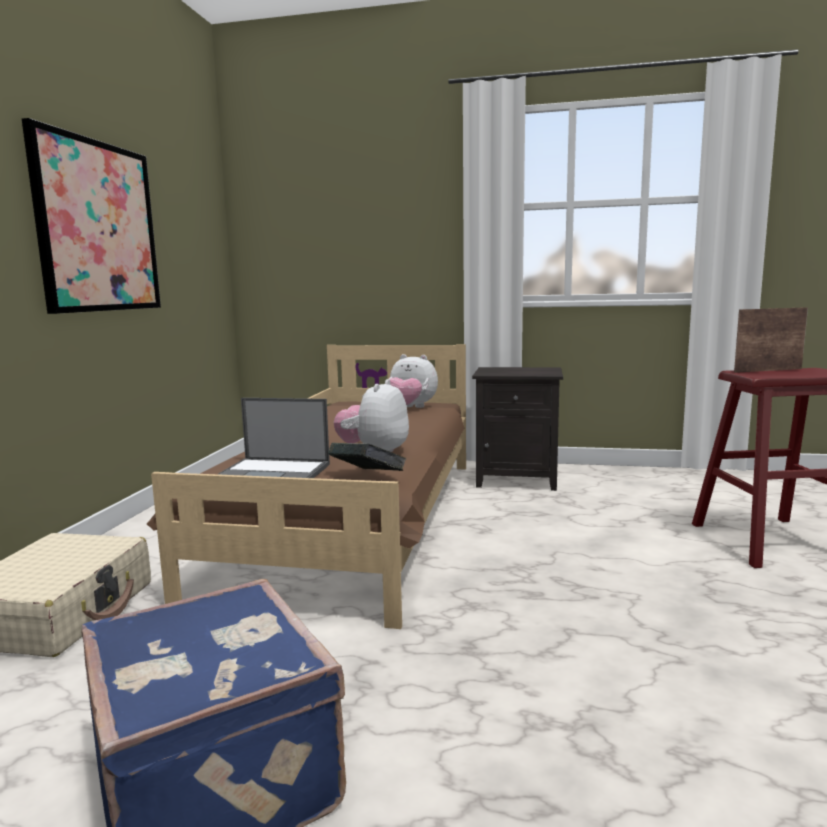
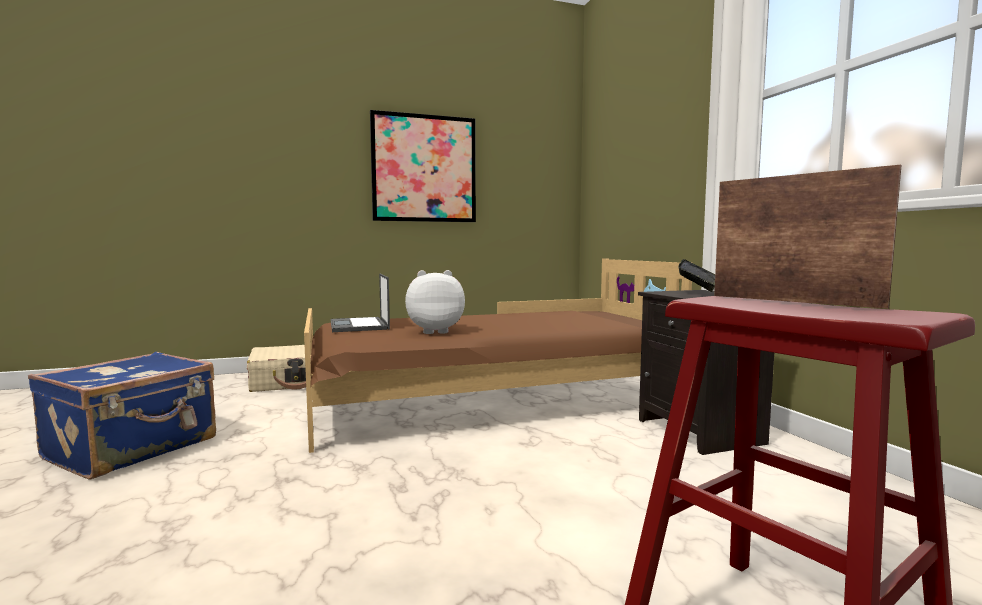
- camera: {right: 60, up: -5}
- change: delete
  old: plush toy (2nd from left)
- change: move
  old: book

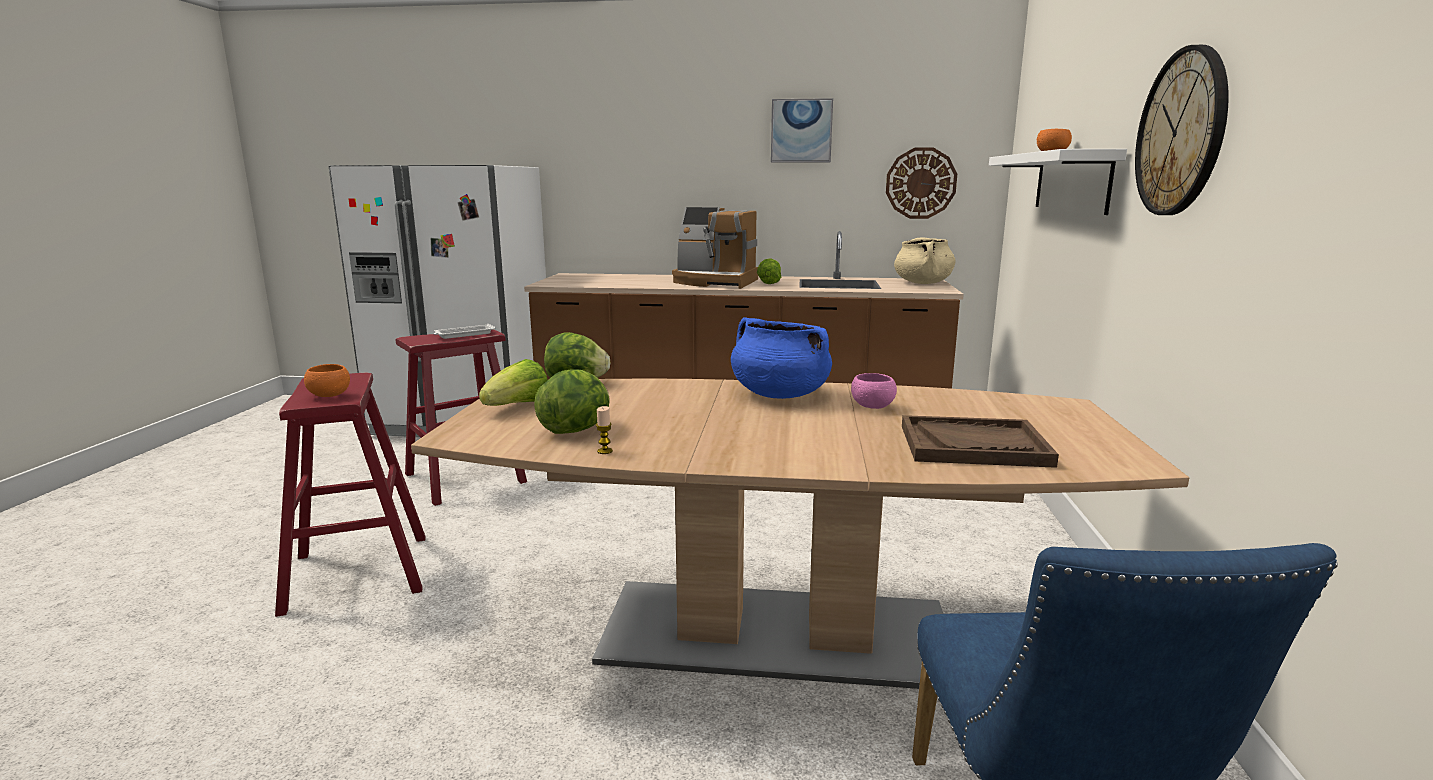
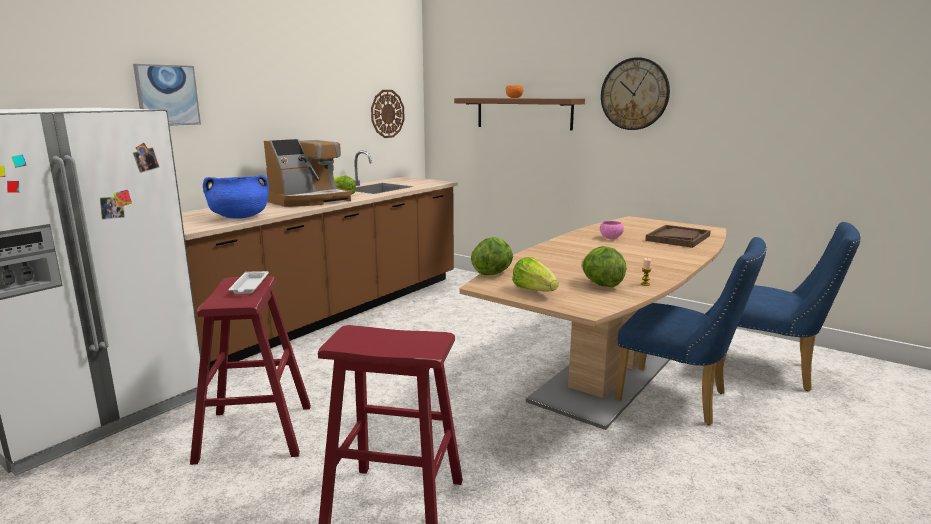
- camera: {right: -60, up: 0}
- change: delete
  old: orange bowl (1st from left)
- change: delete
  old: beige cooking pot
- change: insert
  new: blue chair (1st from left)
- change: move
  old: blue cooking pot
- change: move
  old: picture
- change: recolor
  old: white shelf
  new: brown shelf

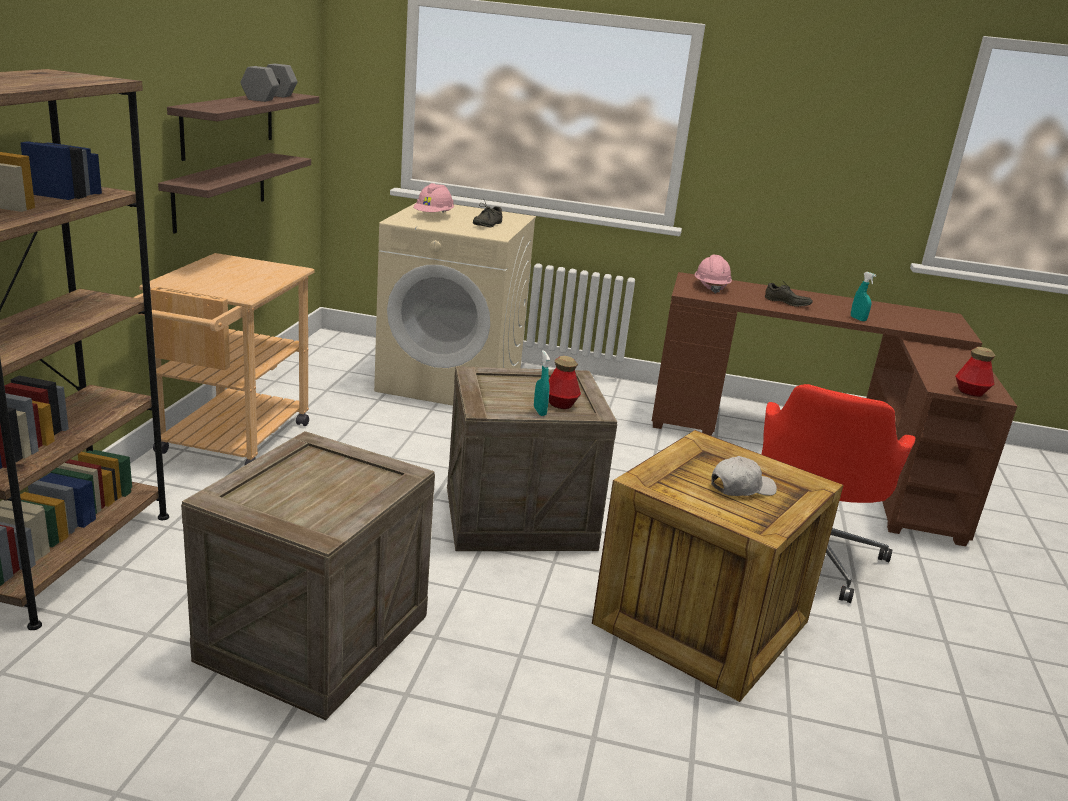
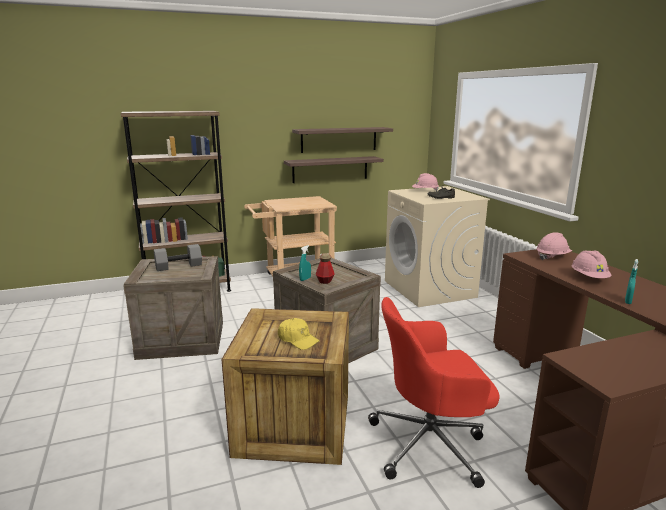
- camera: {right: 60, up: -5}
- change: delete
  old: bottle (2nd from left)
- change: move
  old: grey dumbbell
- change: replace
  old: grey shoe (2nd from left)
  new: pink hard hat (3rd from left)
- change: recolor
  old: white cap
  new: yellow cap

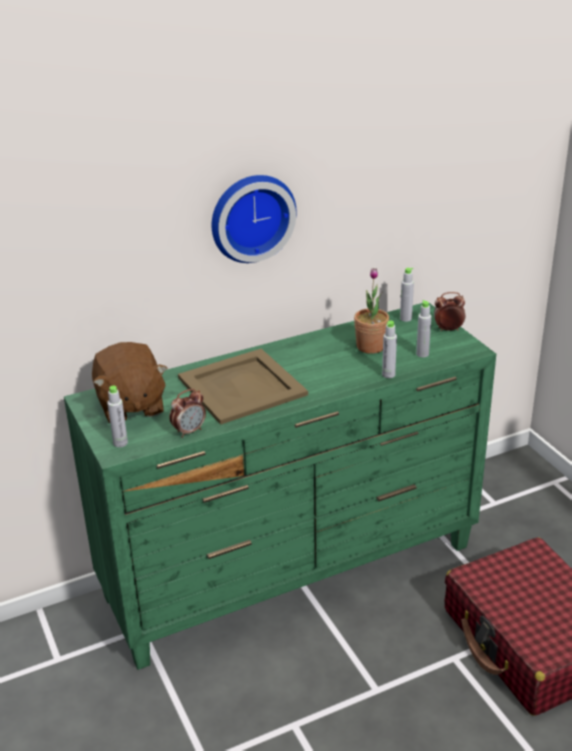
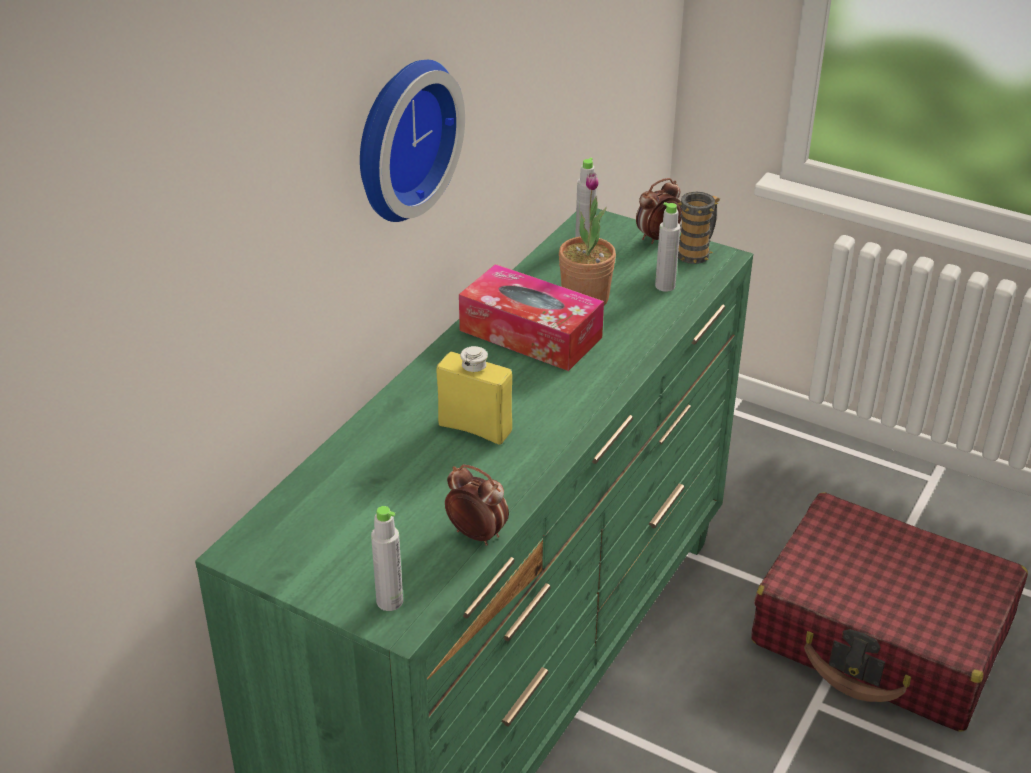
- camera: {right: -35, up: 5}
- change: delete
  old: brown plush toy
- change: delete
  old: grey bottle (2nd from left)
- change: insert
  new: tissue box
- change: insert
  new: mug
- change: replace
  old: beige tray
  new: yellow bottle
- change: rotate
  old: alarm clock (1st from left)
  degrees: -75

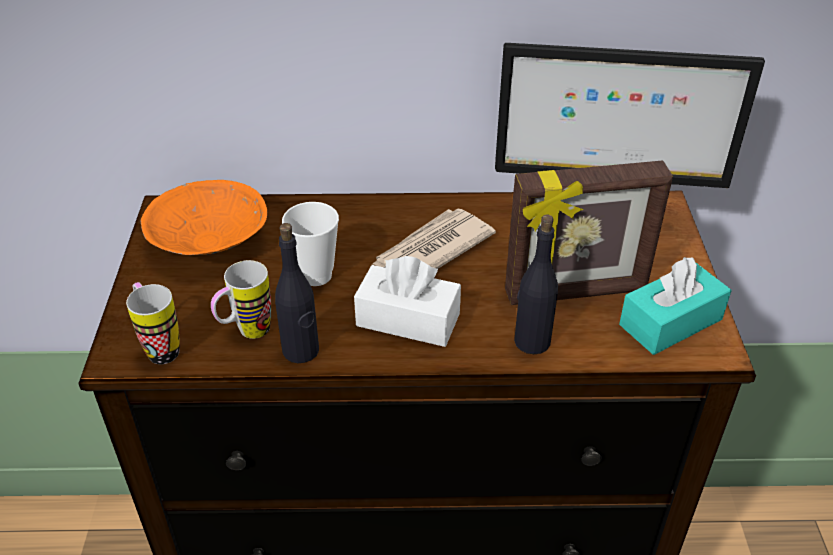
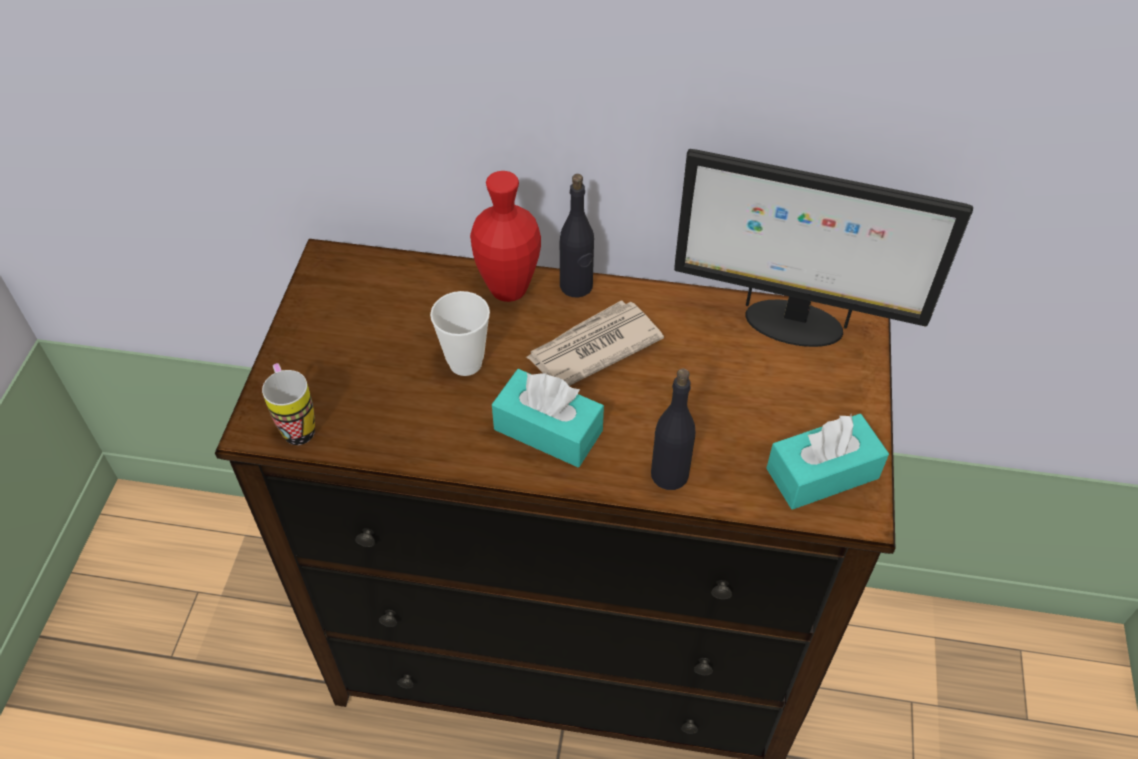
- camera: {right: 10, up: 10}
- change: delete
  old: orange bowl
- change: delete
  old: mug (2nd from left)
- change: delete
  old: picture frame
- change: insert
  new: red vase
- change: move
  old: black bottle (1st from left)
- change: recolor
  old: white tissue box
  new: turquoise tissue box (1st from left)

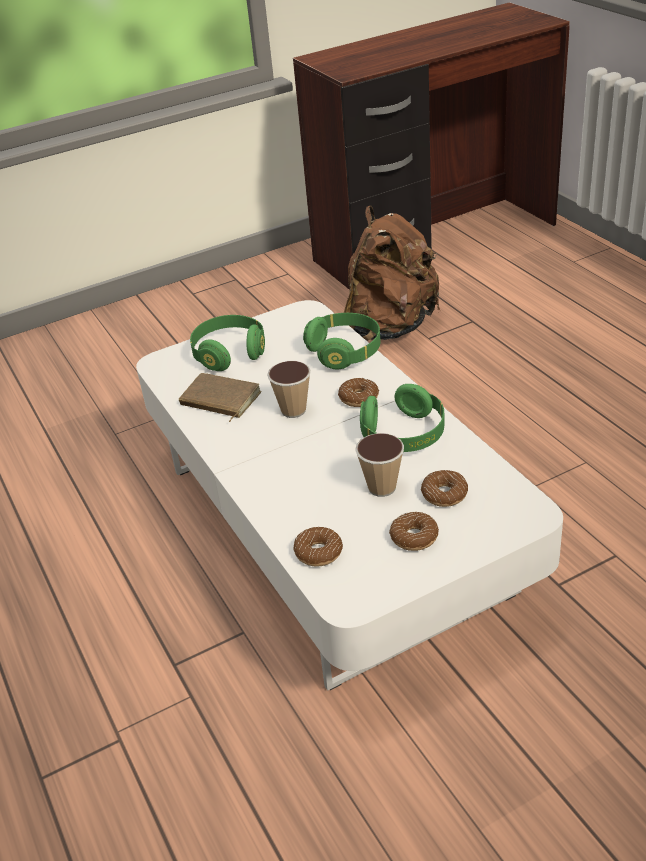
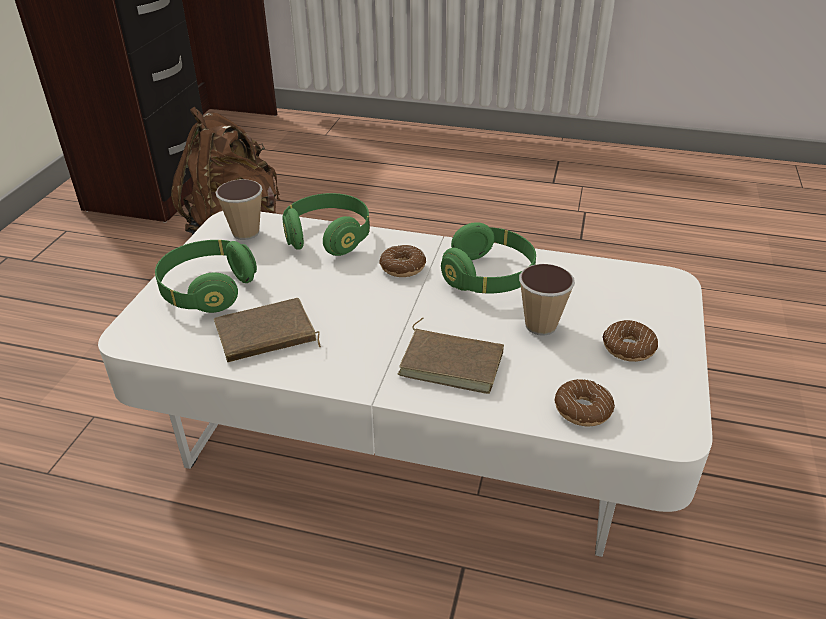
- camera: {right: -50, up: 0}
- change: delete
  old: donut (4th from left)
- change: insert
  new: brown book (2nd from left)
- change: move
  old: cup (1st from left)

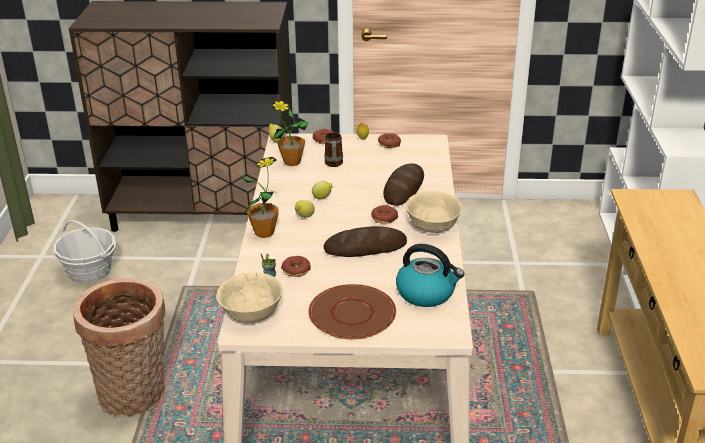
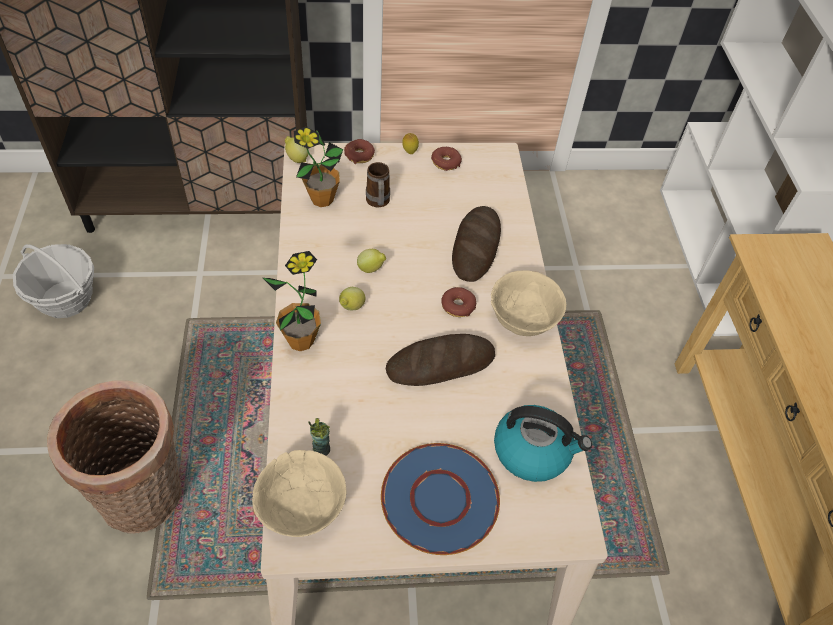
- camera: {right: -10, up: 20}
- change: delete
  old: donut (1st from left)
- change: recolor
  old: brown plate
  new: blue plate

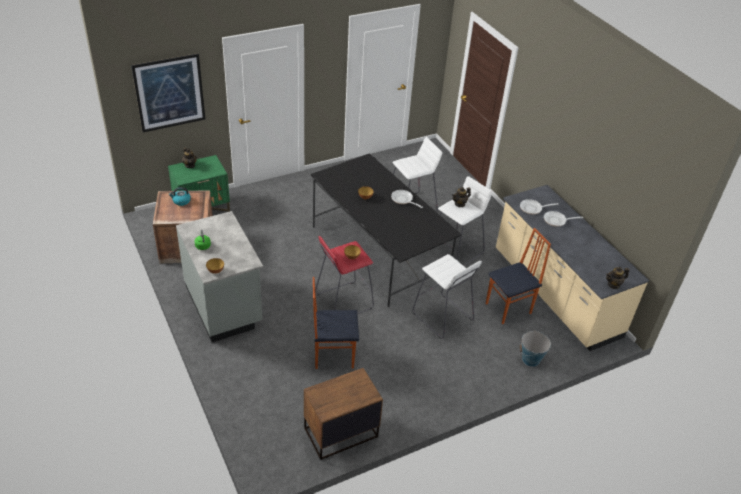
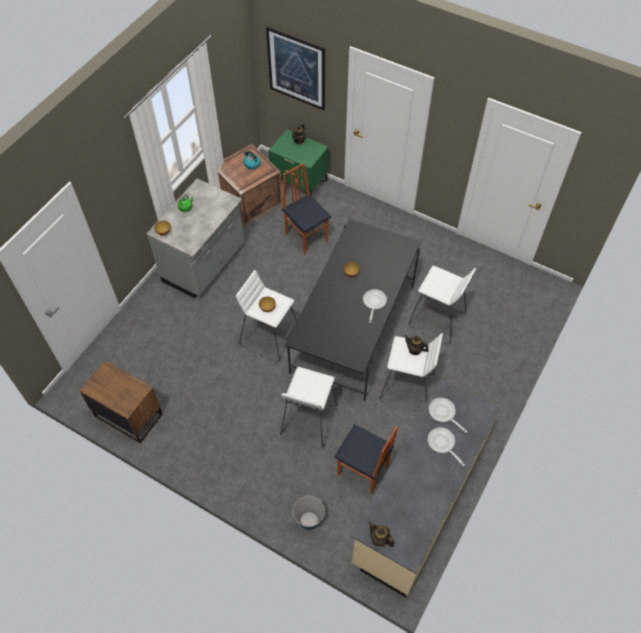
- camera: {right: 60, up: 15}
- change: move
  old: chair (1st from left)
- change: recolor
  old: red stool
  new: white stool (1st from left)

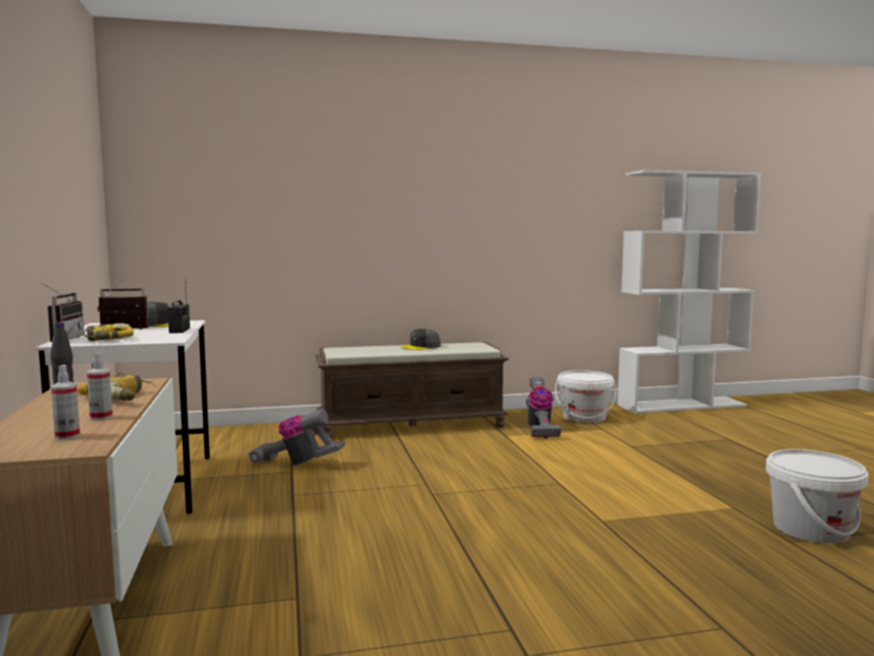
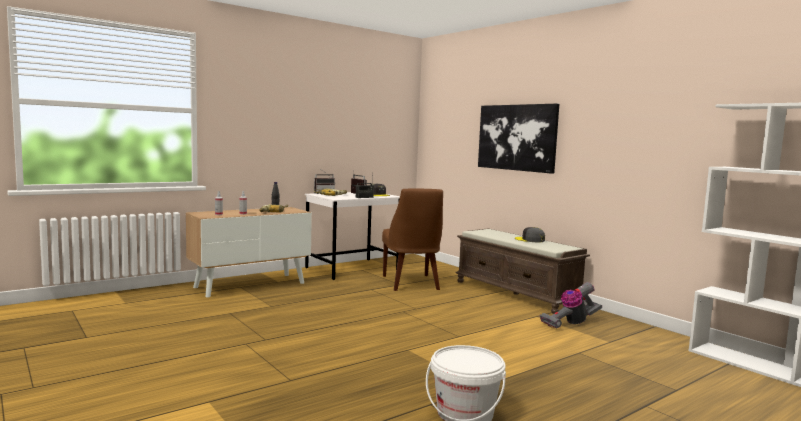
- camera: {right: 65, up: 0}
- change: delete
  old: white bucket (1st from left)
- change: insert
  new: picture
- change: replace
  old: vacuum cleaner (1st from left)
  new: brown chair

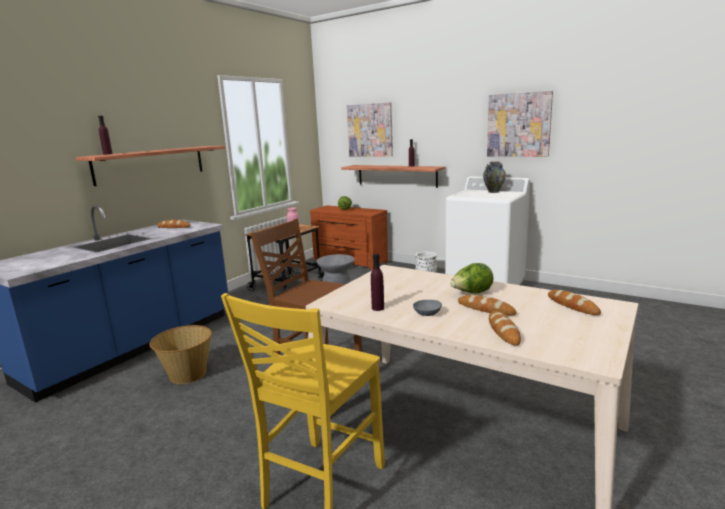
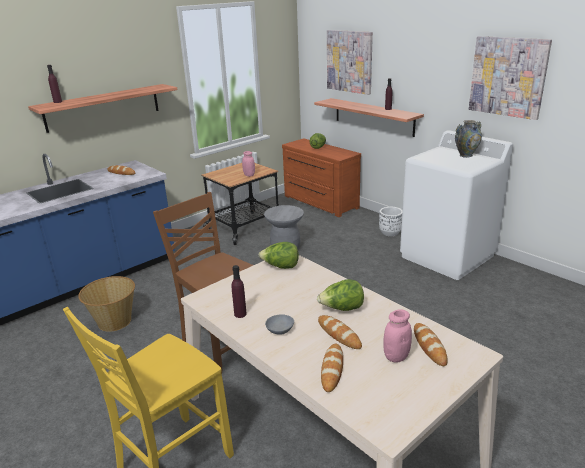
- camera: {right: 15, up: 10}
- change: insert
  new: lettuce (1st from left)
- change: insert
  new: pink jar (2nd from left)

